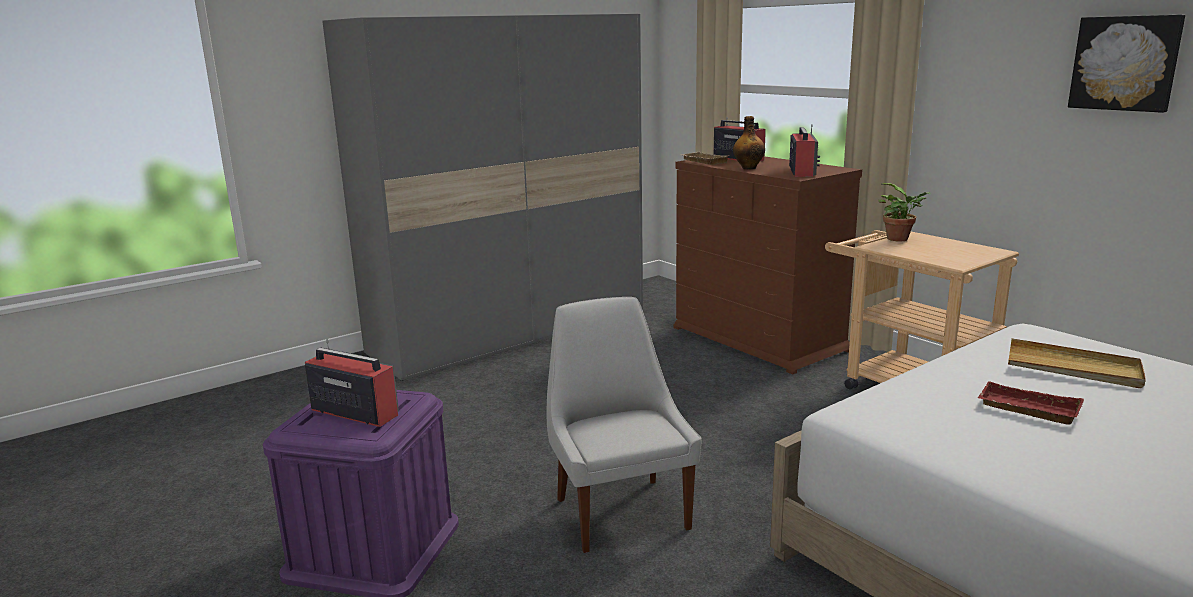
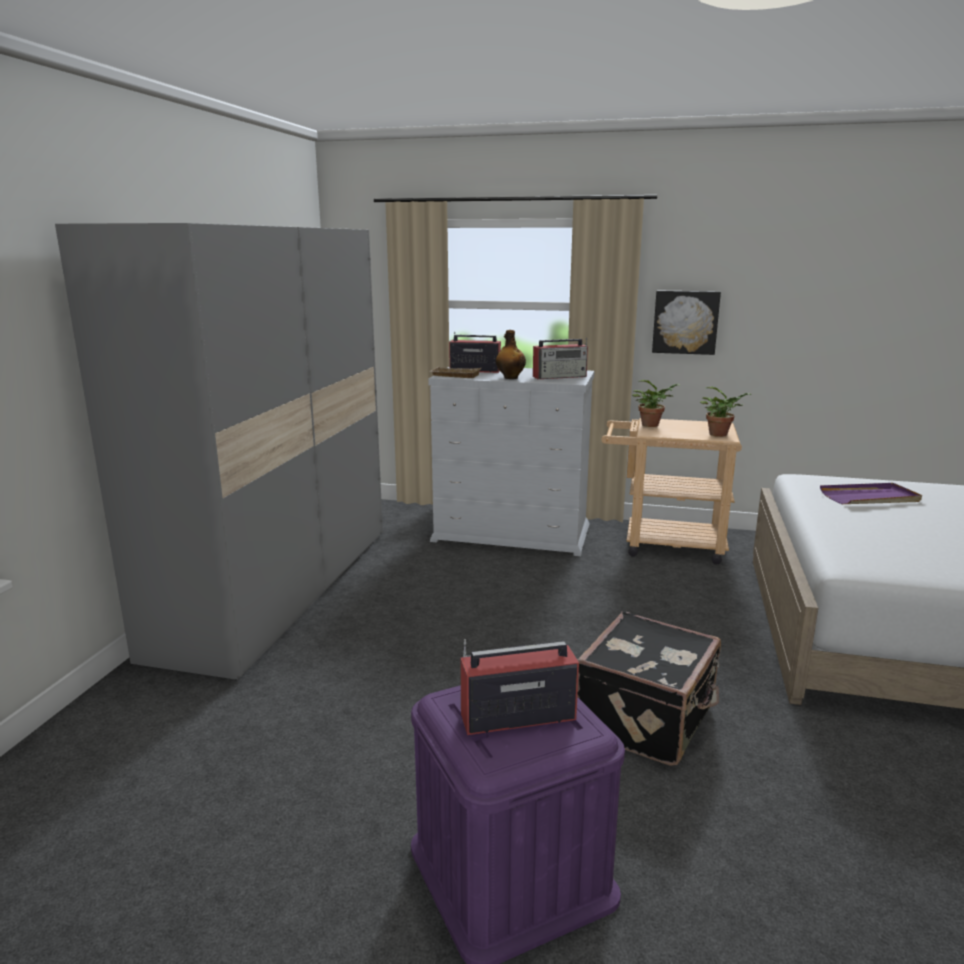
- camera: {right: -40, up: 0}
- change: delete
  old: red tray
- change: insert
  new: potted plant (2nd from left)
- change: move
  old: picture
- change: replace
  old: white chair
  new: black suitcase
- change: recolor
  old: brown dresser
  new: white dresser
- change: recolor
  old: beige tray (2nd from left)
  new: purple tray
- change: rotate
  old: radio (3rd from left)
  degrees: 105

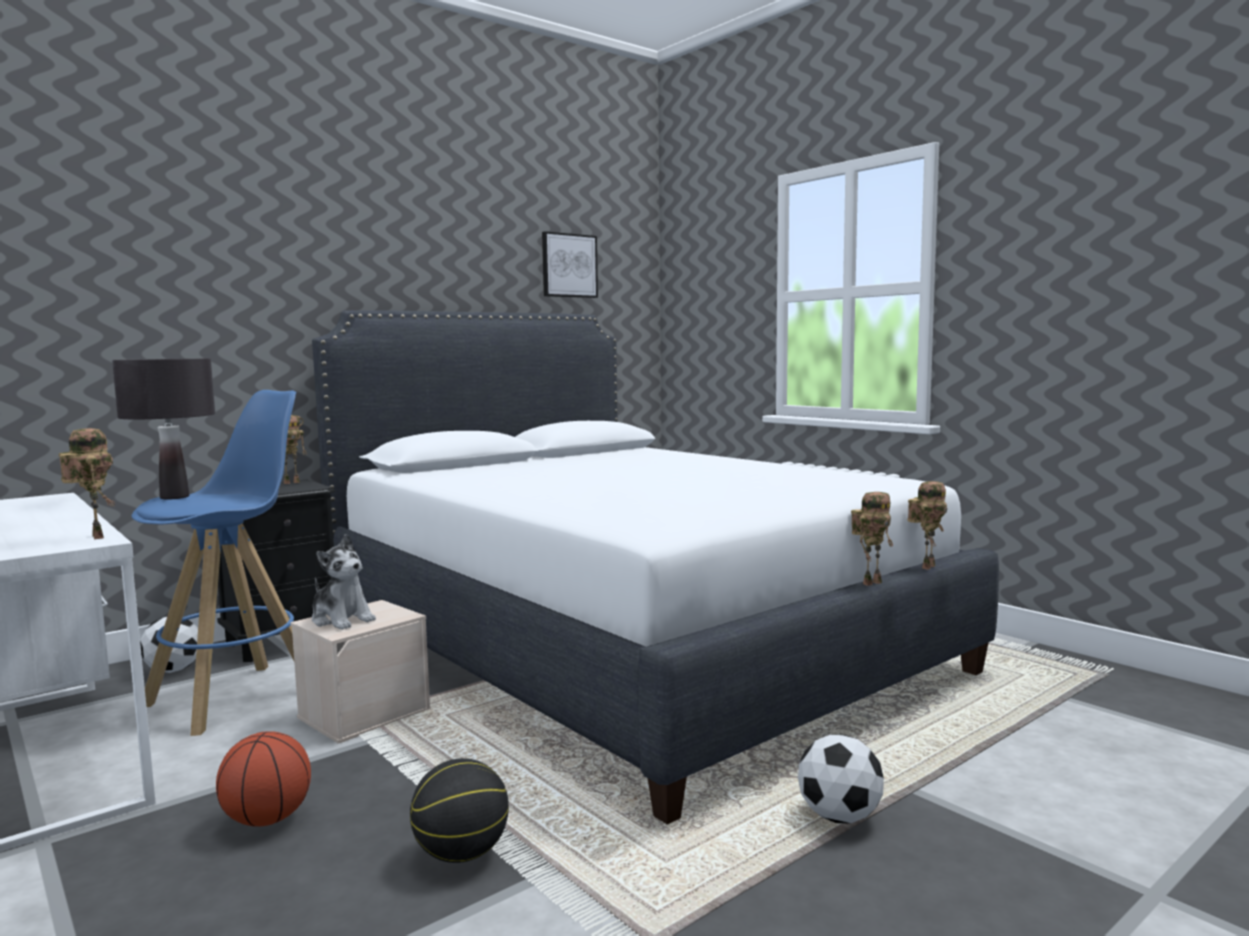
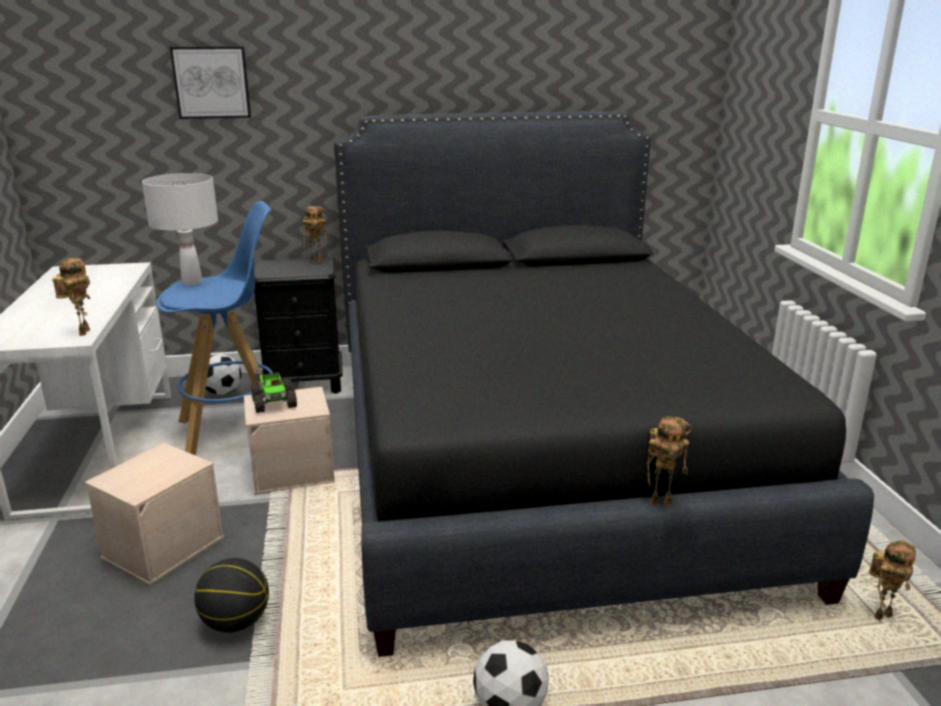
- camera: {right: 30, up: 15}
- change: move
  old: picture
- change: move
  old: toy robot (4th from left)
- change: replace
  old: basketball (1st from left)
  new: beige storage box (1st from left)
- change: replace
  old: plush toy
  new: toy truck
- change: recolor
  old: black table lamp
  new: white table lamp
- change: recolor
  old: white bed
  new: black bed

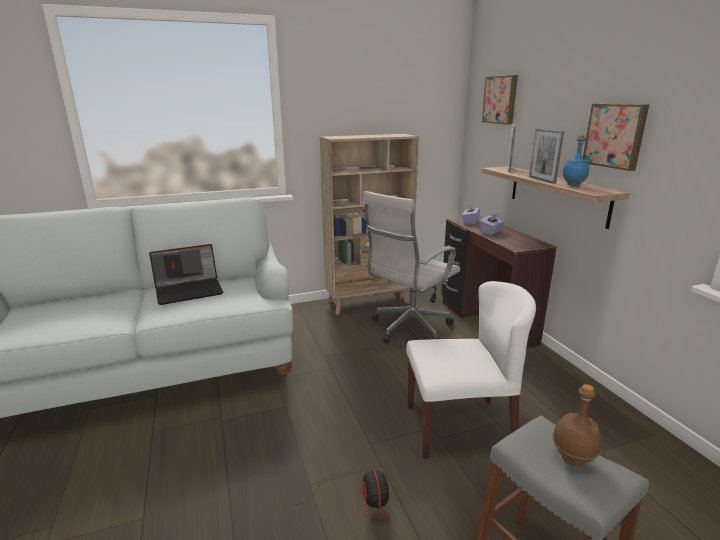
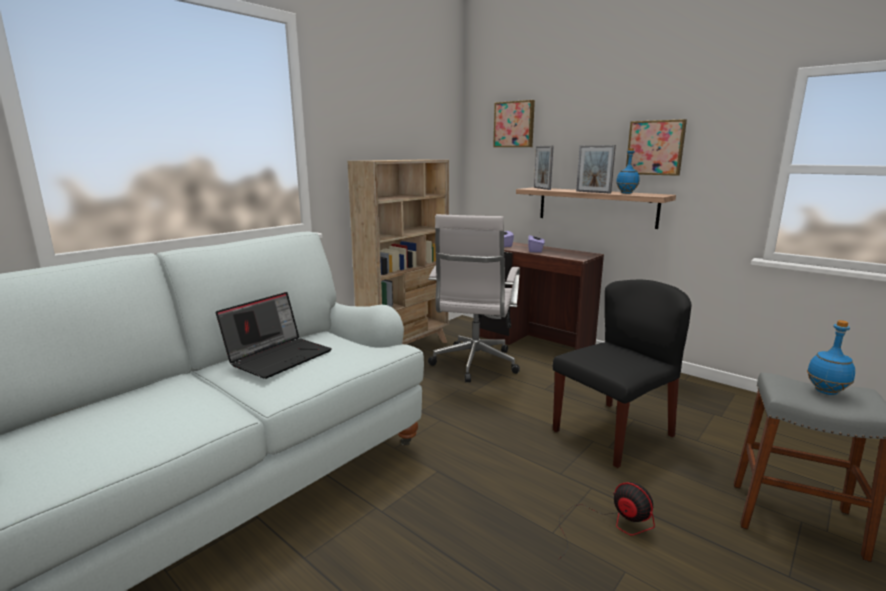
- camera: {right: -30, up: -5}
- change: recolor
  old: white chair
  new: black chair
- change: recolor
  old: brown bottle
  new: blue bottle (2nd from left)

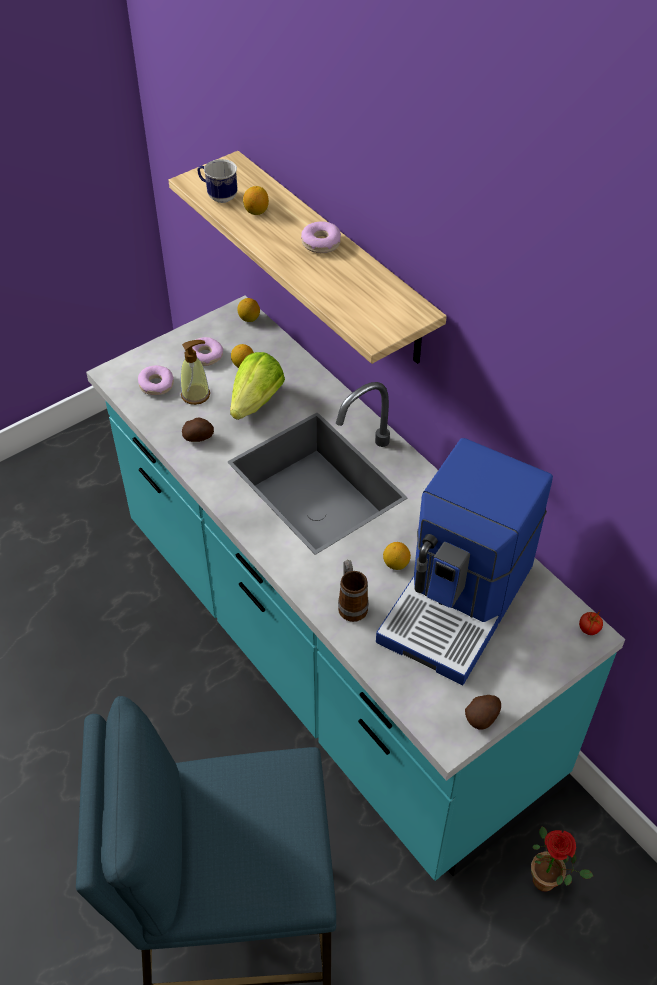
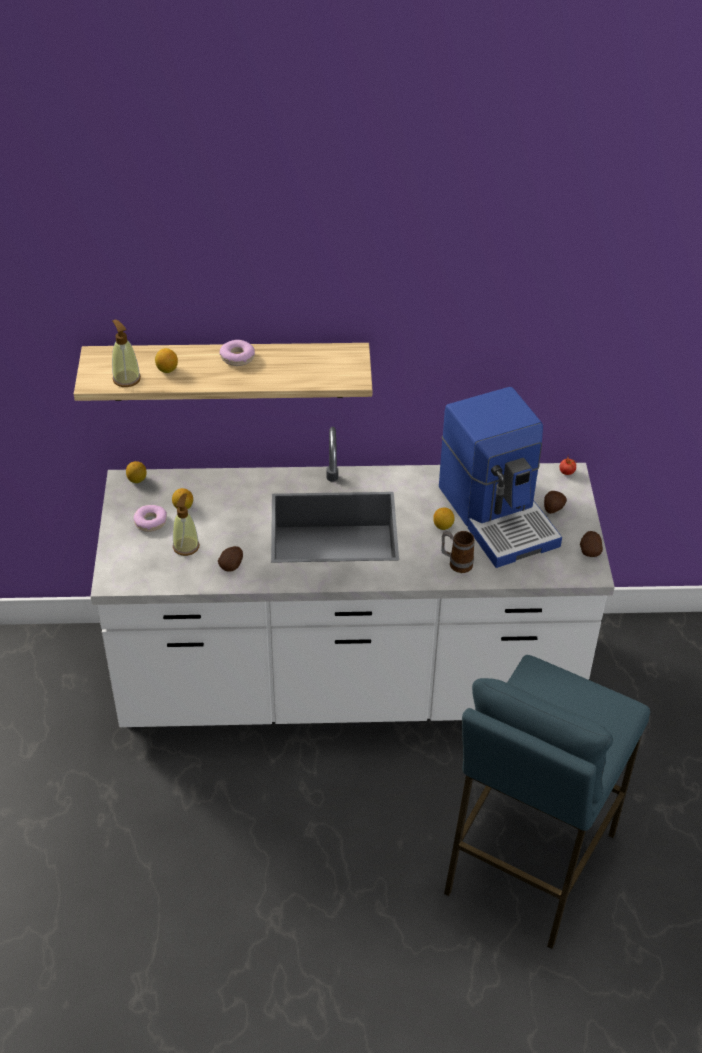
- camera: {right: -55, up: -5}
- change: delete
  old: donut (1st from left)
- change: delete
  old: lettuce
- change: delete
  old: potted plant
- change: insert
  new: potato (2nd from left)
- change: replace
  old: mug (1st from left)
  new: soap dispenser (1st from left)
- change: recolor
  old: turquoise counter
  new: white counter

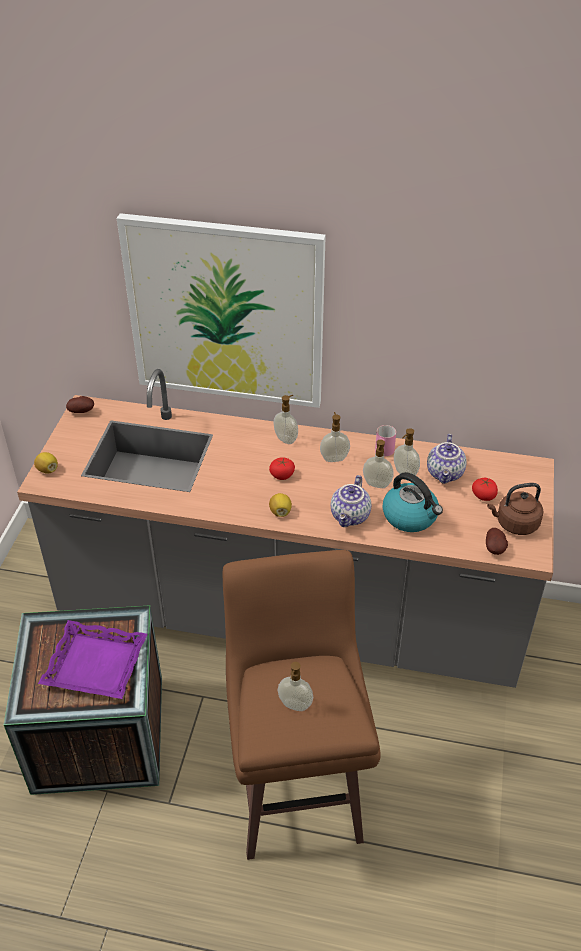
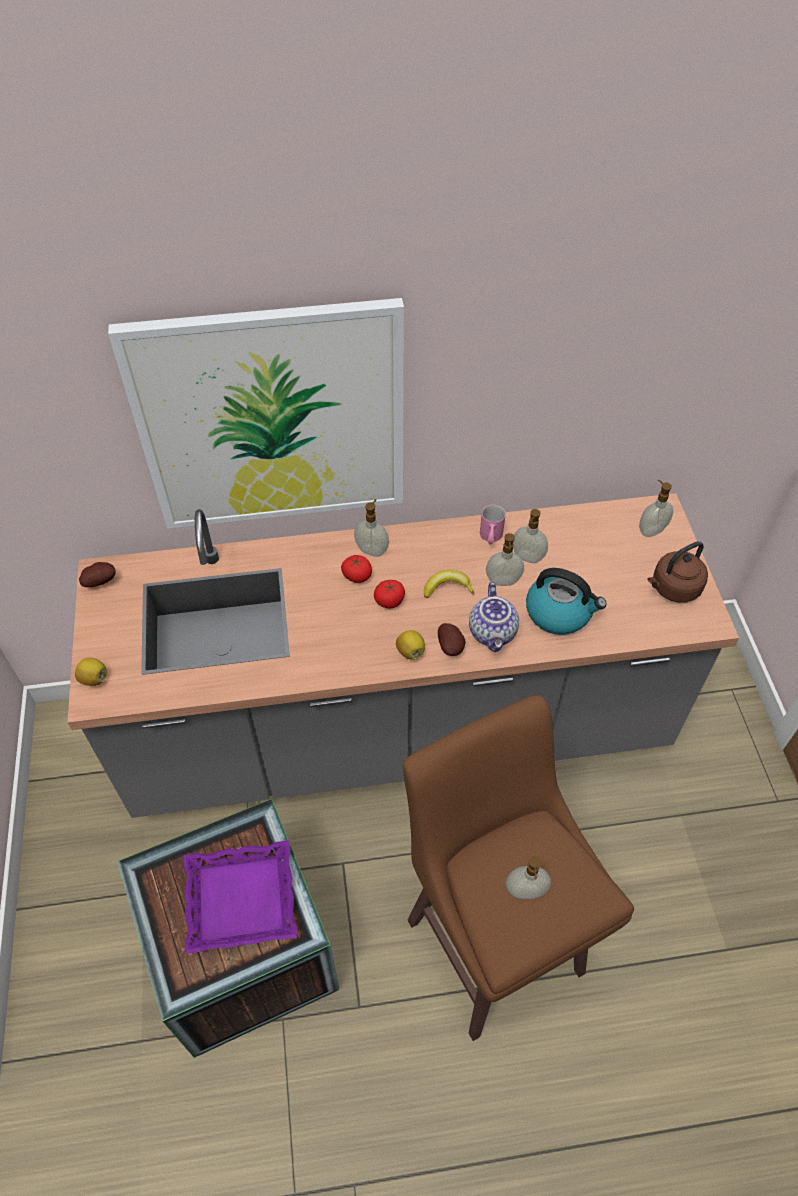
- camera: {right: -20, up: 10}
- change: delete
  old: teapot (2nd from left)
- change: insert
  new: banana
- change: move
  old: soap dispenser (3rd from left in the first image)
  new: soap dispenser (5th from left)
- change: move
  old: tomato (2nd from left in the first image)
  new: tomato (1st from left)
- change: move
  old: potato (2nd from left)

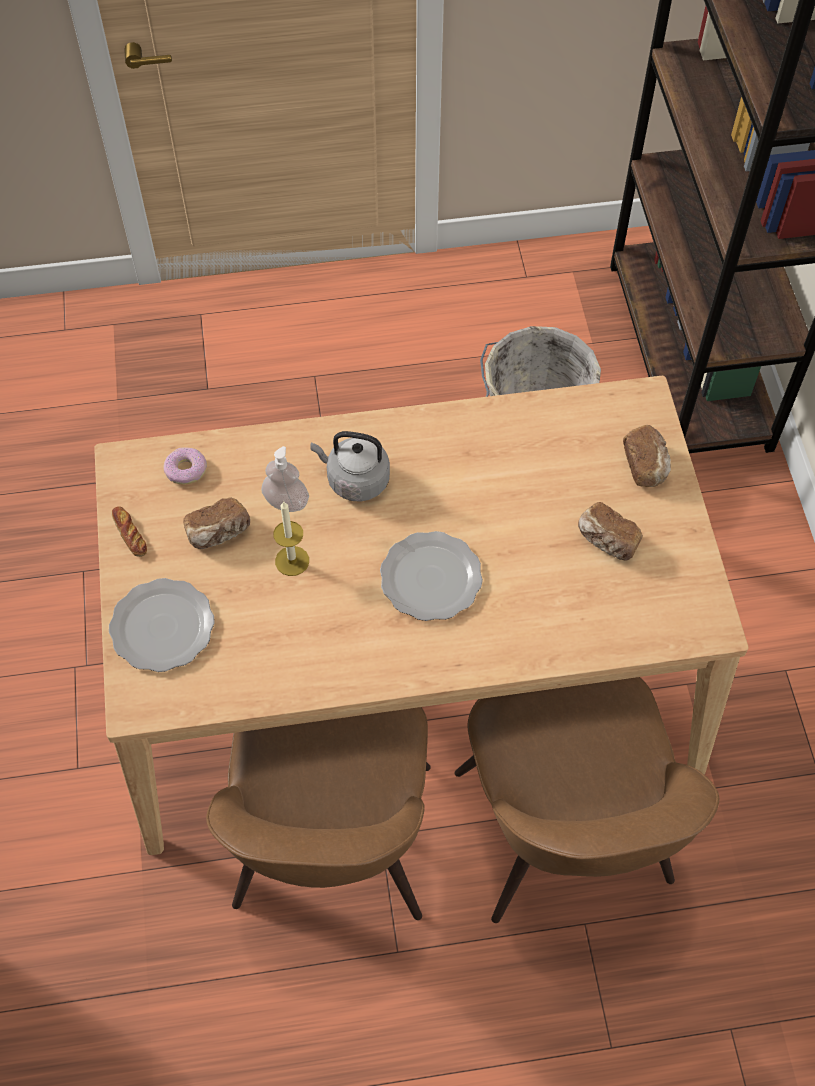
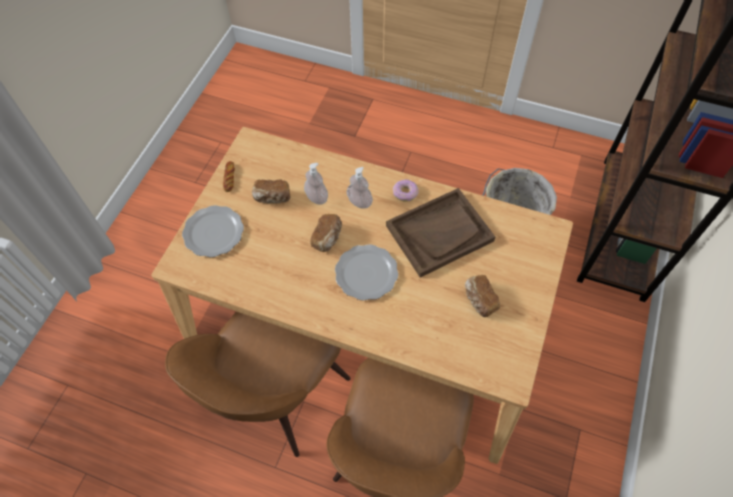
- camera: {right: 30, up: 0}
- change: delete
  old: candle
- change: insert
  new: brown tray
- change: move
  old: donut
- change: move
  old: bread (4th from left in the first image)
  new: bread (3rd from left)
- change: replace
  old: grey kettle
  new: soap dispenser (2nd from left)

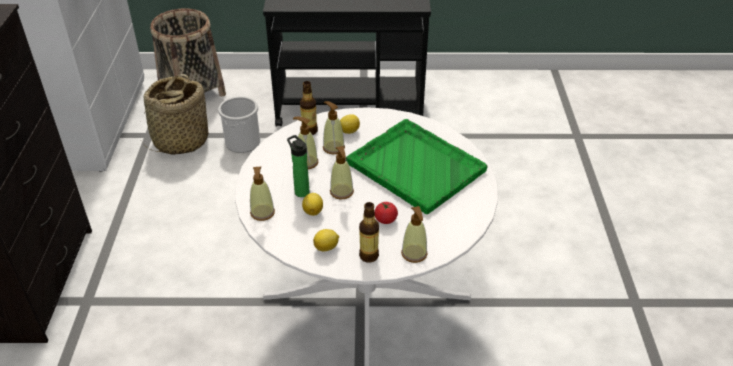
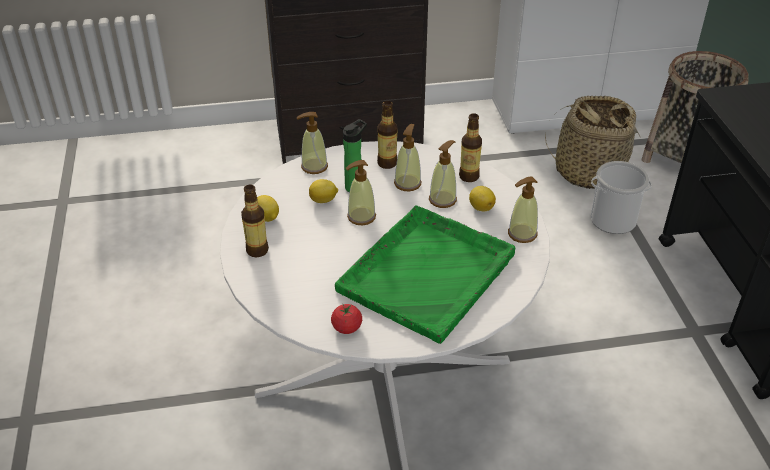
- camera: {right: 80, up: 0}
- change: insert
  new: bottle (3rd from left)
- change: move
  old: tomato
- change: move
  old: soap dispenser (5th from left)

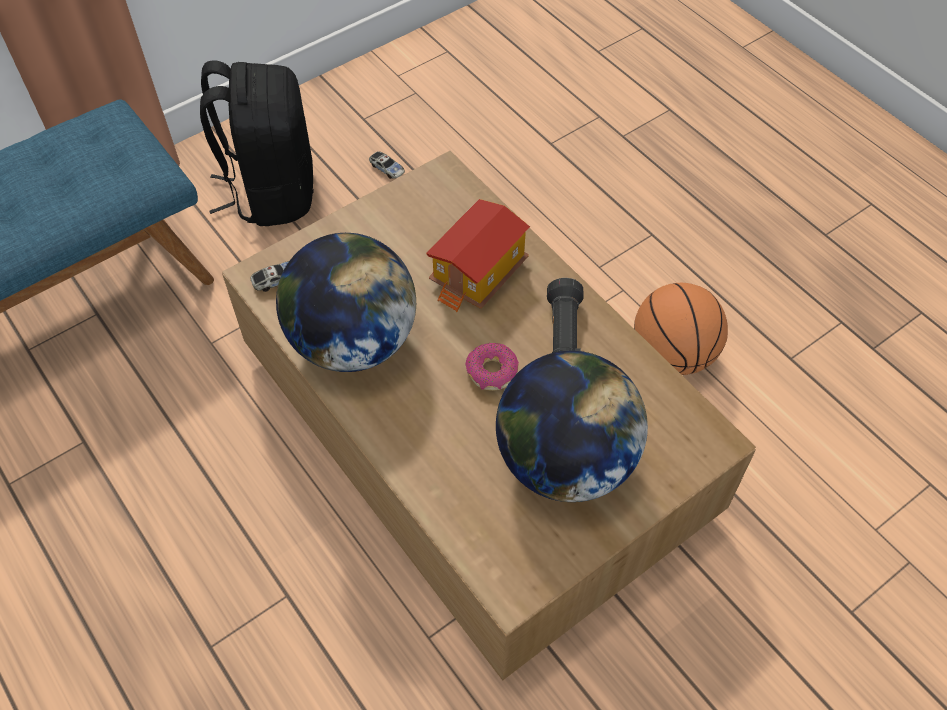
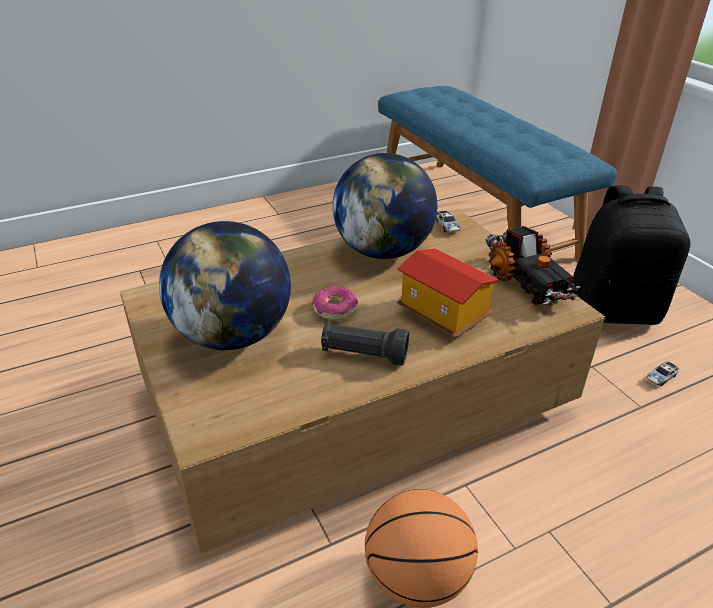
- camera: {right: 100, up: -20}
- change: insert
  new: toy truck

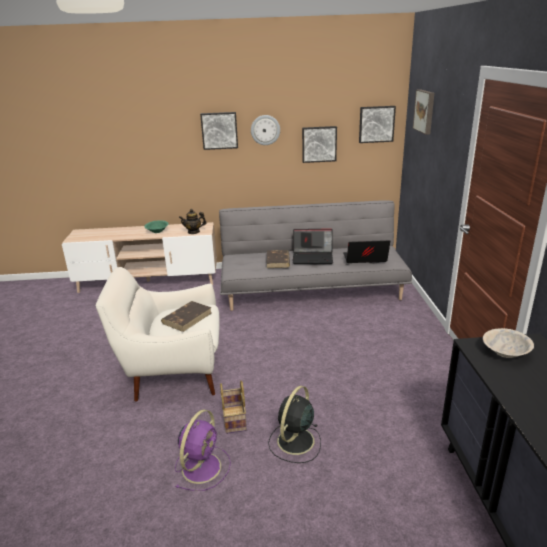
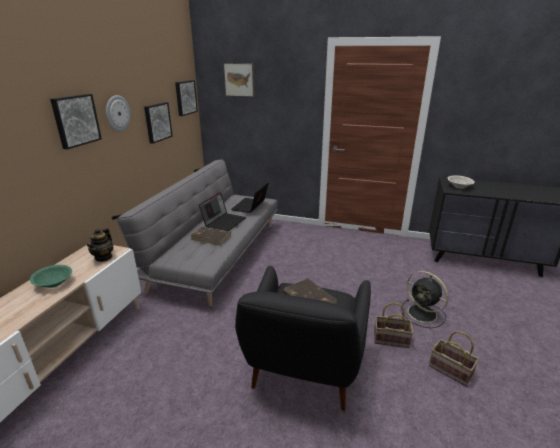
- camera: {right: -70, up: 0}
- change: replace
  old: purple fan
  new: basket (2nd from left)
- change: recolor
  old: white armchair
  new: black armchair

